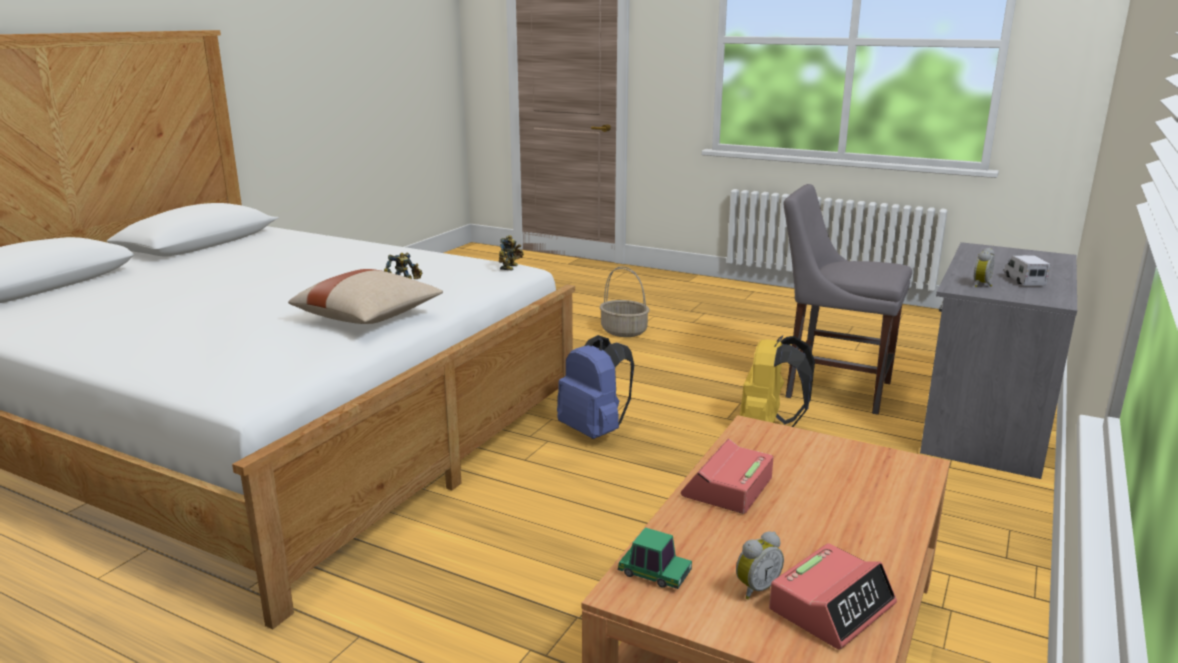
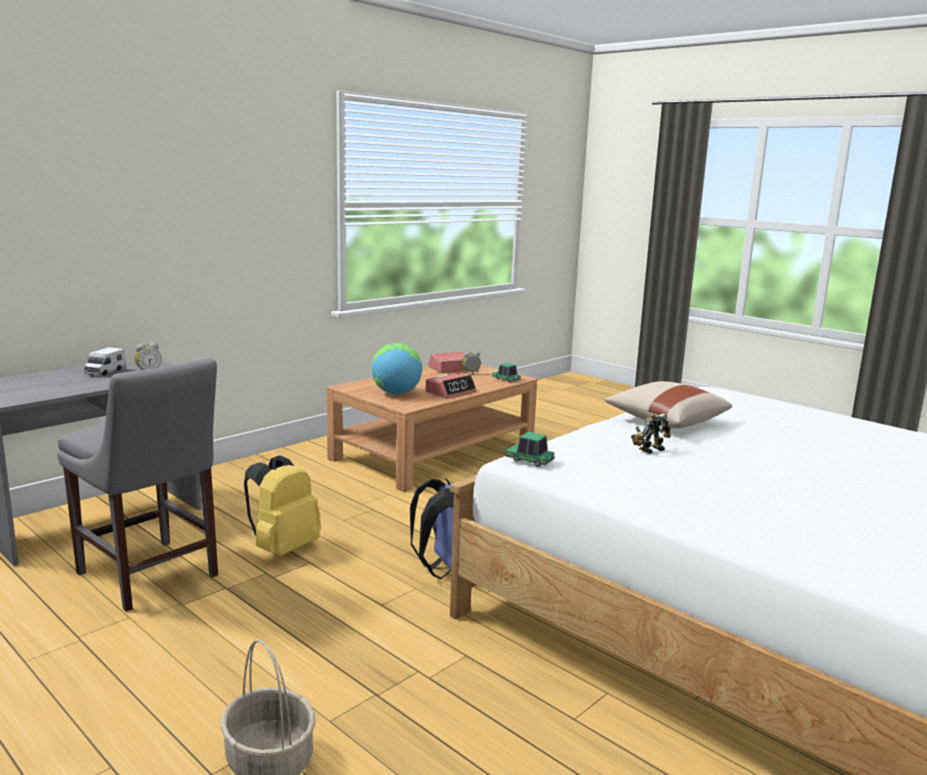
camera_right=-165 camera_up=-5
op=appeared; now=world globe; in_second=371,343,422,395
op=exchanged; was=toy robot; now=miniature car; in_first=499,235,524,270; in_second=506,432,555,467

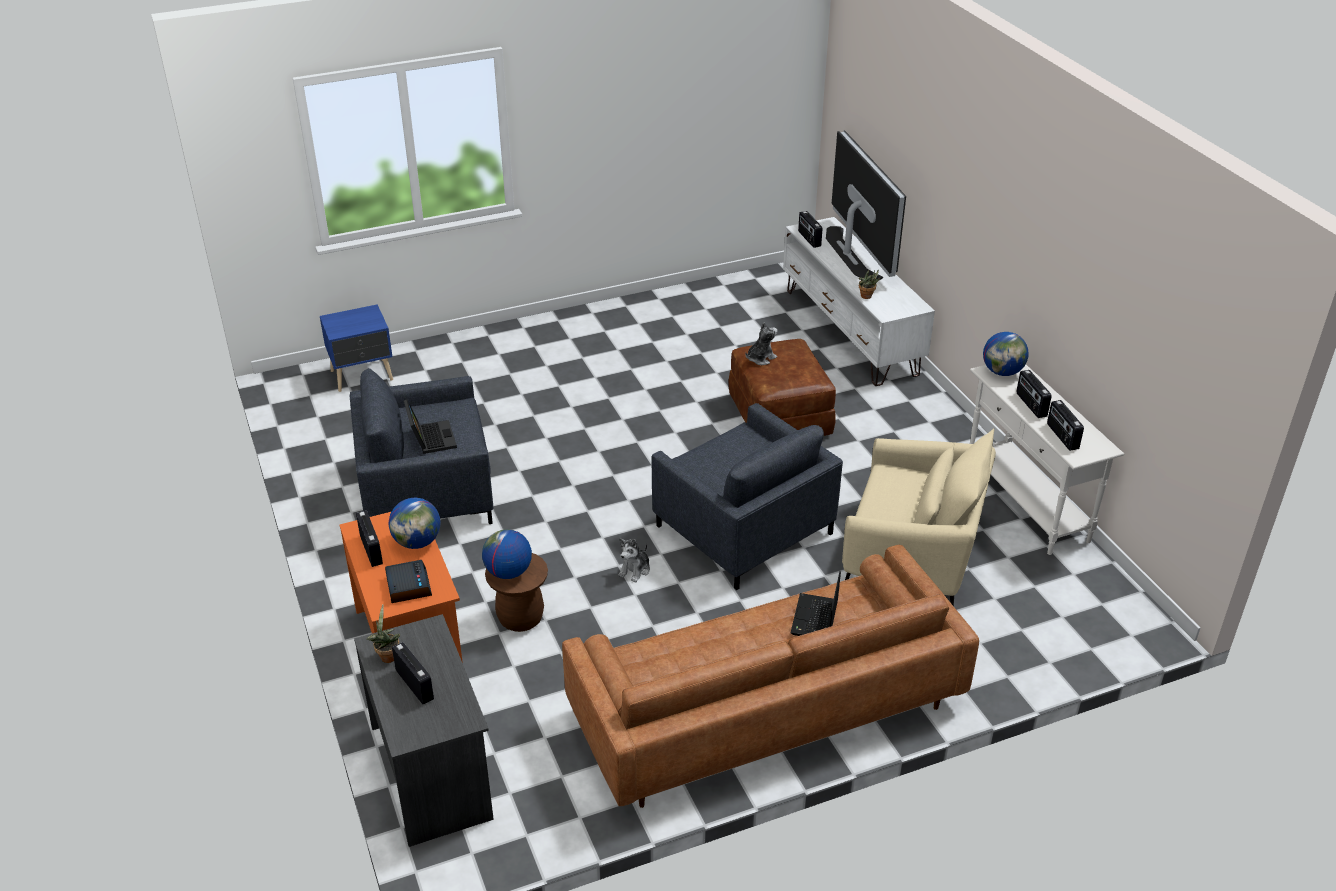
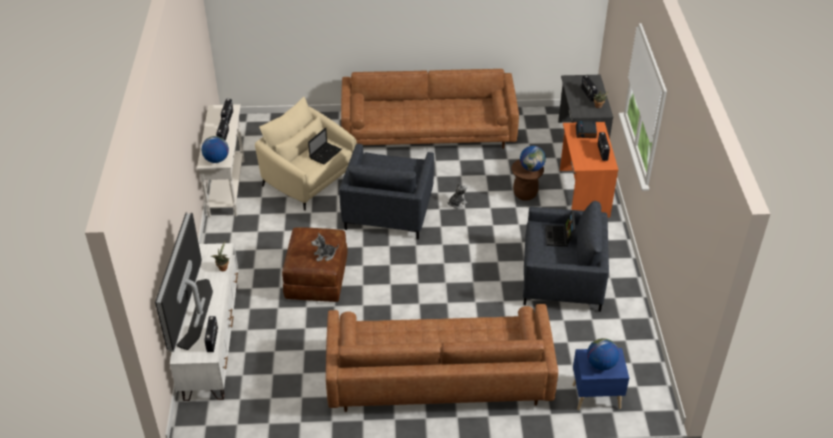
camera_right=-160 camera_up=5
op=relocated; was=portable computer; in_first=791,571,841,636; in_second=308,127,342,165
op=appeared; now=brown settee; in_second=326,304,558,412
op=spun; was=grey easy chair; in_first=652,403,843,590; in_second=339,144,434,239; clockwise=-150
op=relocated; was=world globe; in_first=388,498,441,549; in_second=587,338,619,370

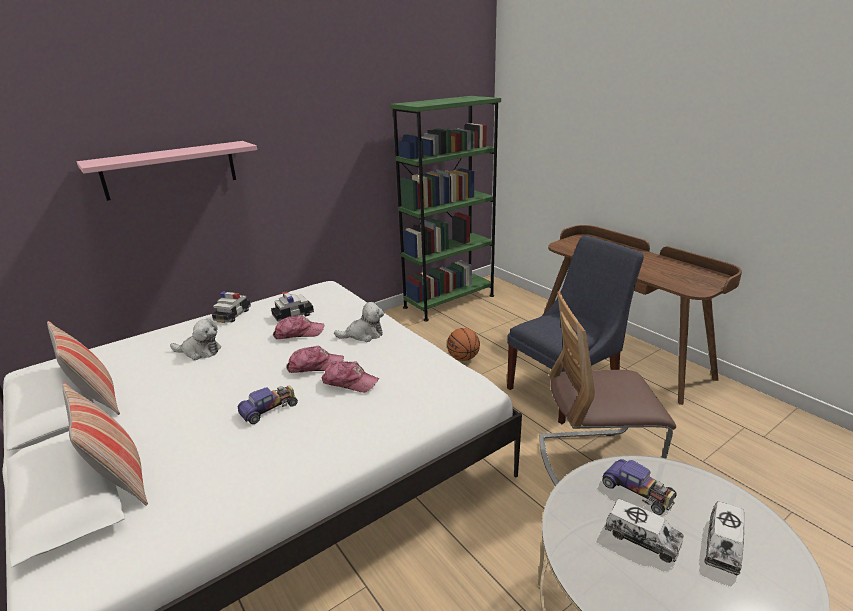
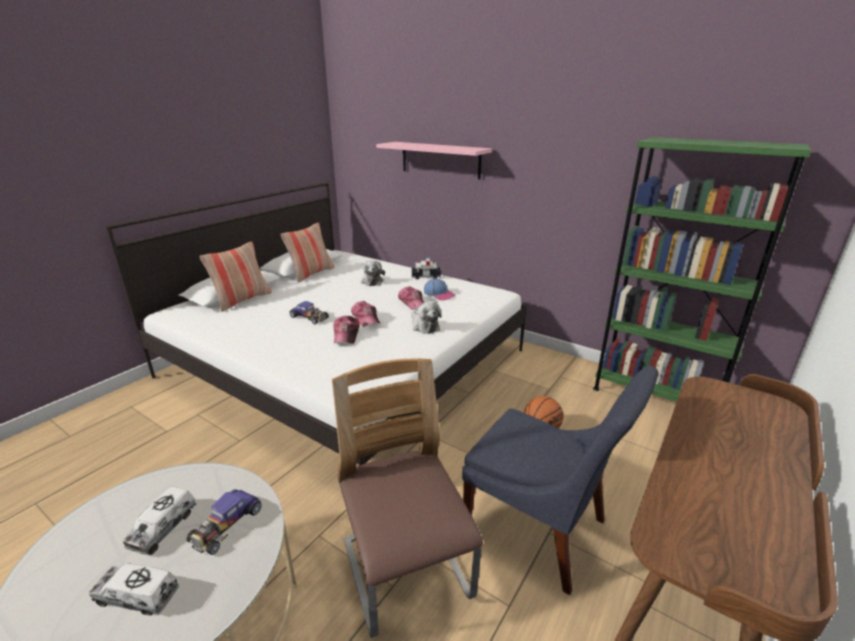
camera_right=70 camera_up=0
op=exchanged; was=miniature car; now=cap; in_first=271,291,314,322; in_second=424,278,456,300

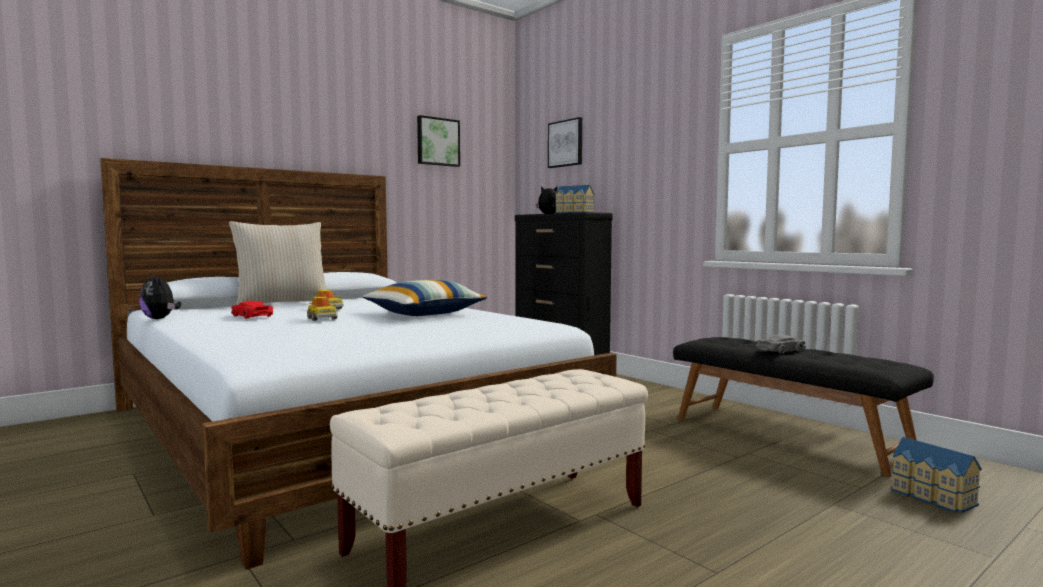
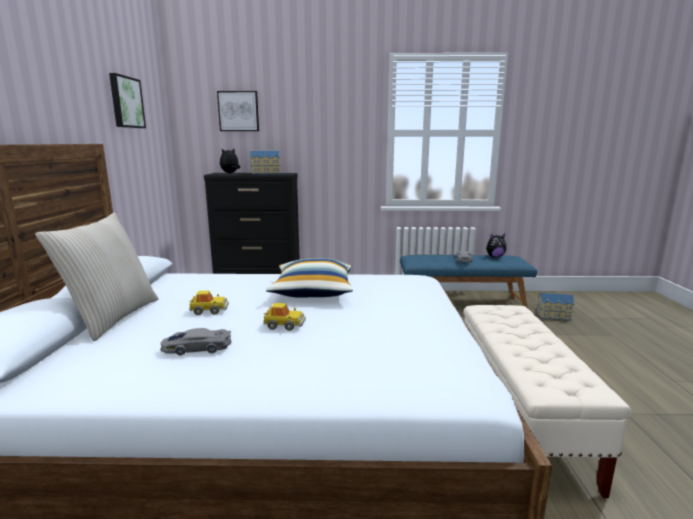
camera_right=-50 camera_up=10
op=colour; was=red-coloured miniature car; now=grey miniature car; in_first=231,301,273,319; in_second=160,328,232,355
op=colour; was=black bench; now=bluish bench; in_first=673,337,934,477; in_second=400,255,537,308
op=relocated; was=soft toy; in_first=139,273,181,319; in_second=486,234,506,258

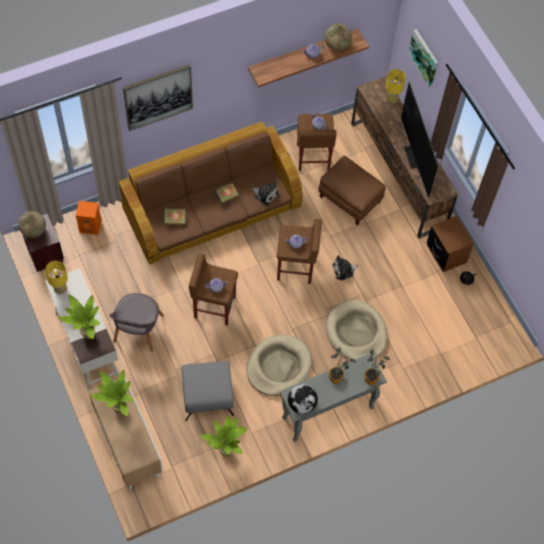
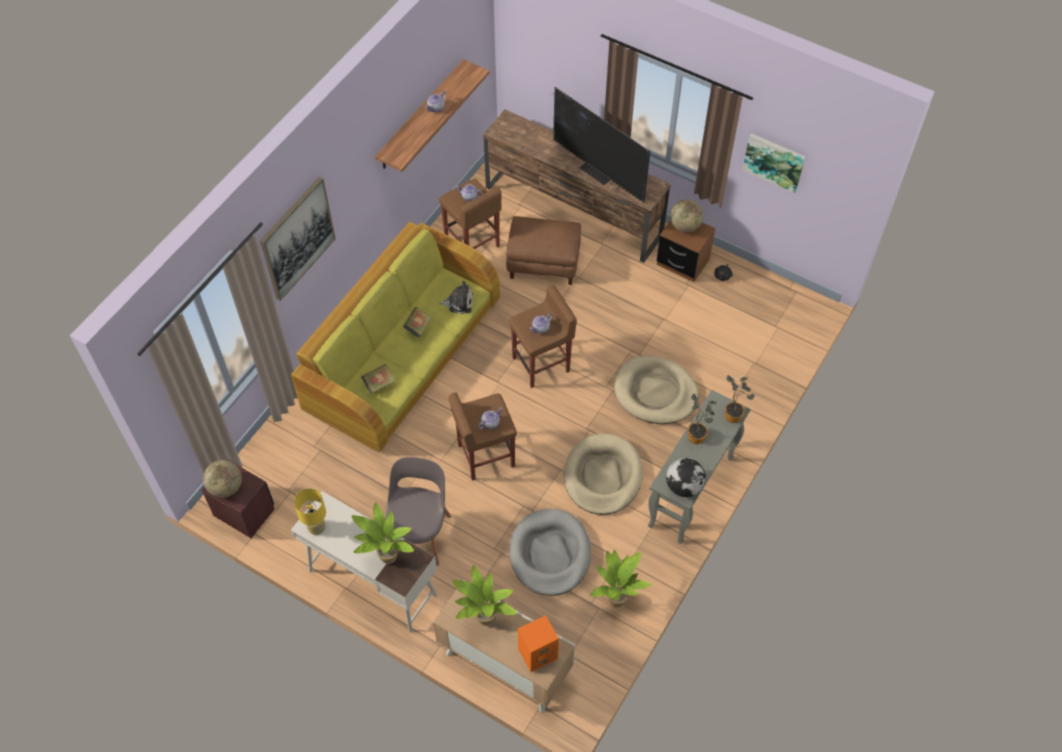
camera_right=-30 camera_up=-5
op=colour; was=brown settee; now=green-coloured settee; in_first=119,122,303,265; in_second=291,222,500,453
op=spun; was=grey plain chair; in_first=109,293,164,351; in_second=385,457,451,566; clockwise=-150
op=exchanged; was=grey footrest; now=grey dog bed; in_first=182,361,234,421; in_second=509,509,591,596
op=relocated; was=orangey speaker; in_first=76,201,101,235; in_second=518,615,559,672
op=relocated; was=world globe; in_first=325,23,352,51; in_second=670,199,703,233
op=relocated; was=wall picture; in_first=408,29,438,87; in_second=742,133,805,193
op=missing; was=soft toy; in_first=332,255,358,280
op=missing; was=yellow lamp for a table; in_first=385,69,406,104

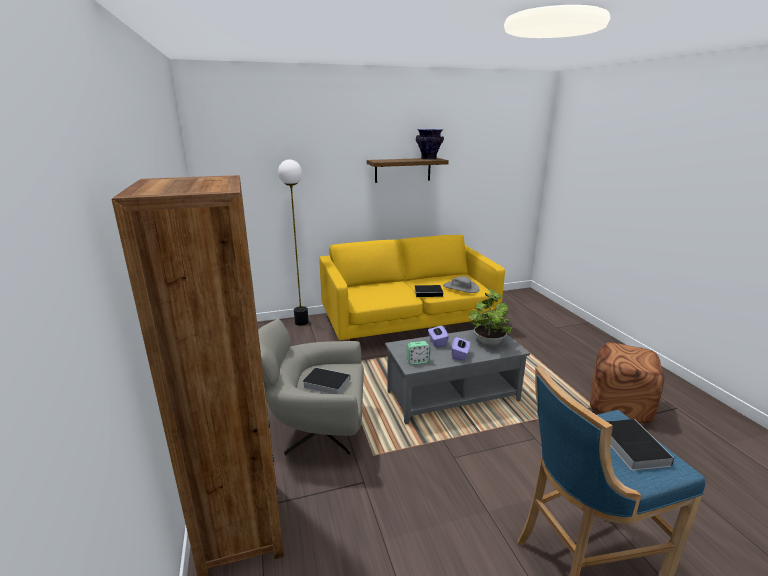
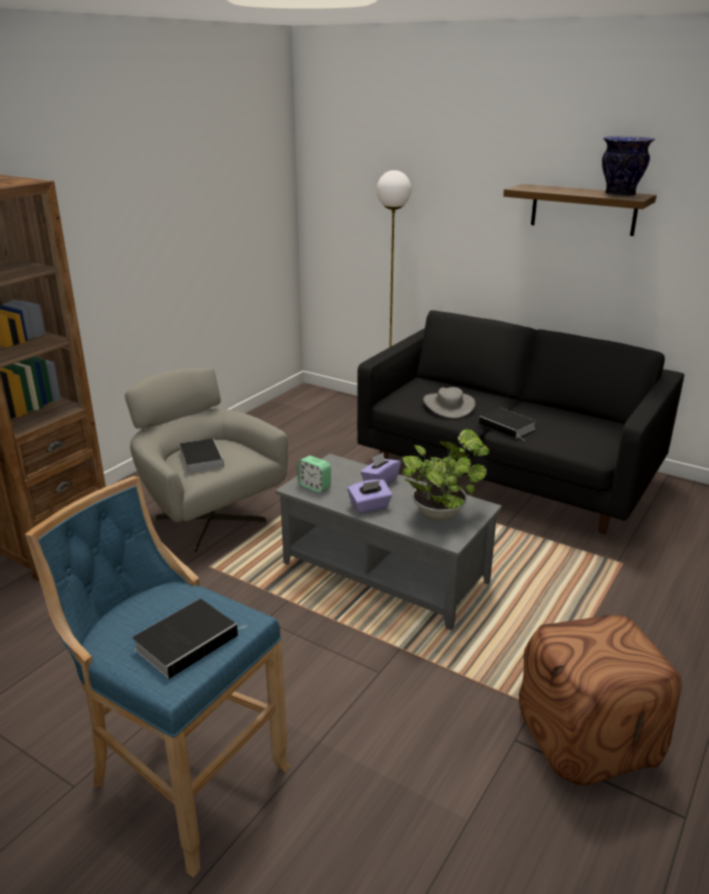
camera_right=50 camera_up=5
op=colour; was=yellow settee; now=black settee; in_first=319,235,505,341; in_second=357,310,684,534
op=relocated; was=grey clothing hat; in_first=443,276,479,293; in_second=423,387,475,419

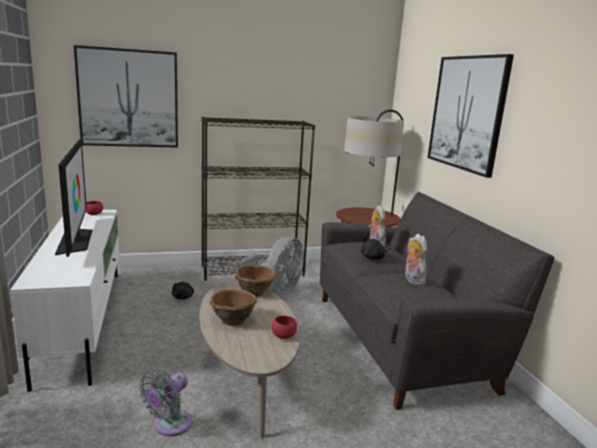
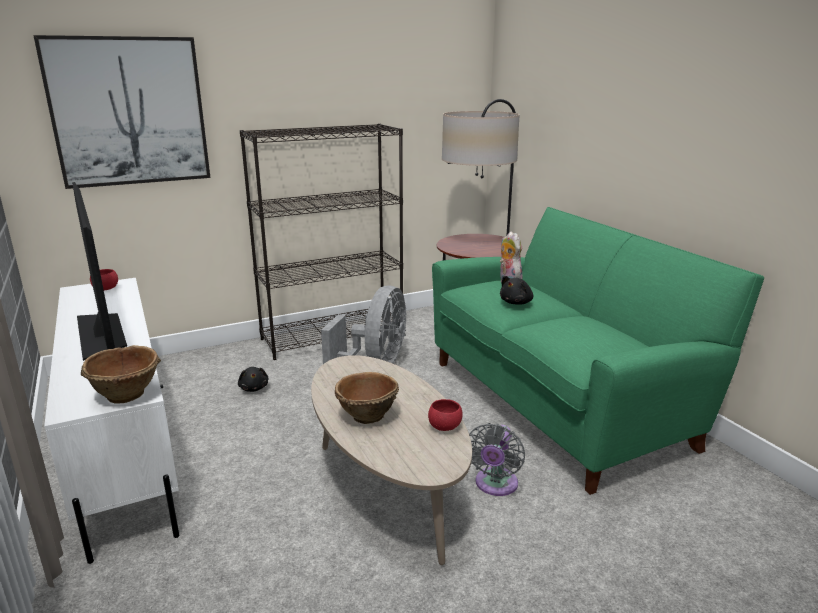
camera_right=-10 camera_up=5
op=relocated; was=brown deep dish; in_first=235,265,276,297; in_second=81,345,161,404
op=colour; was=grey settee; now=green-coloured settee; in_first=320,192,555,410; in_second=432,207,764,495
op=relocated; was=grey electric fan; in_first=139,369,193,436; in_second=469,423,525,496
op=missing; was=soft toy; in_first=405,234,427,285
op=missing; was=wall picture; in_first=428,54,514,178

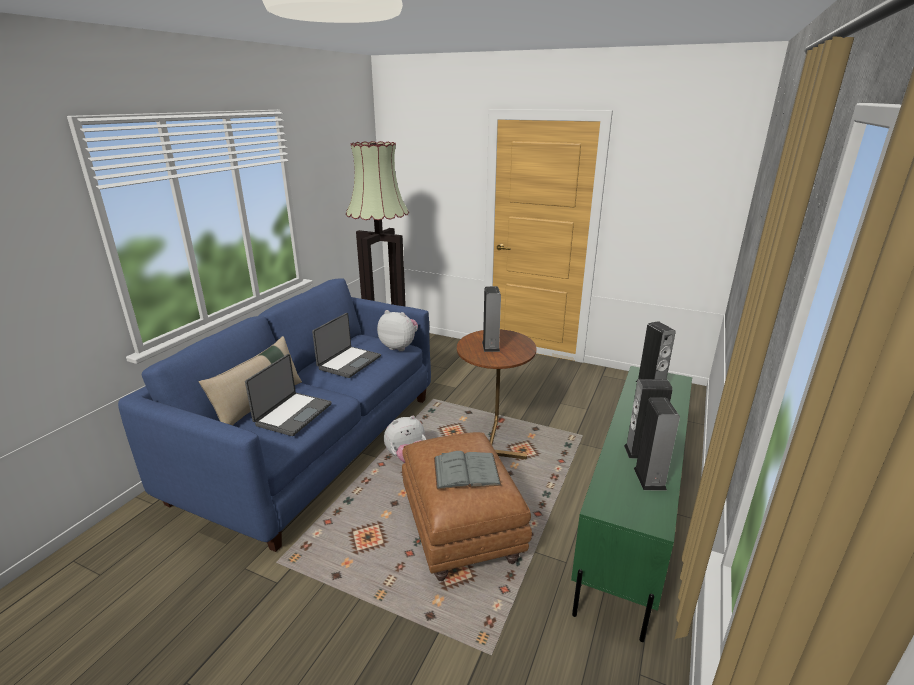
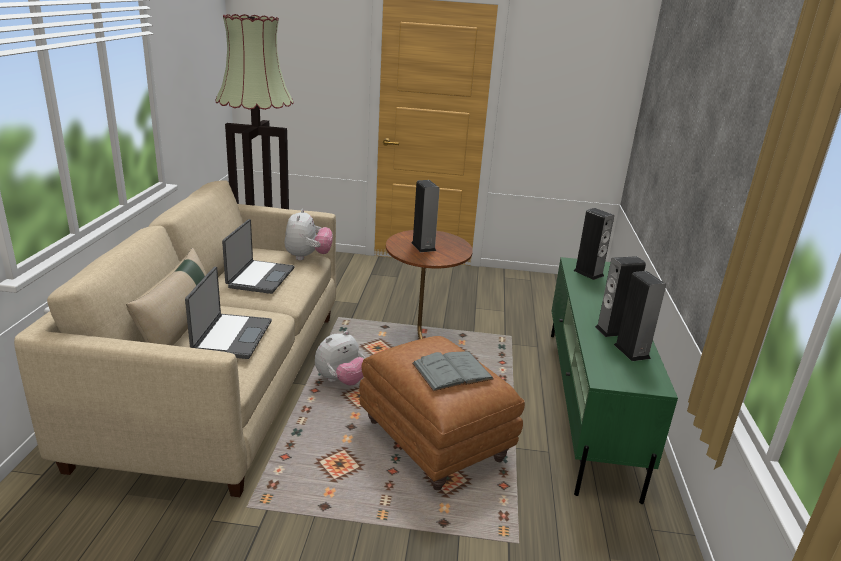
camera_right=-20 camera_up=0
op=colour; was=bluish settee; now=beige-coloured settee; in_first=118,278,431,552; in_second=14,180,336,497
op=spun; was=soft toy; in_first=377,310,418,351; in_second=284,209,333,260; clockwise=90

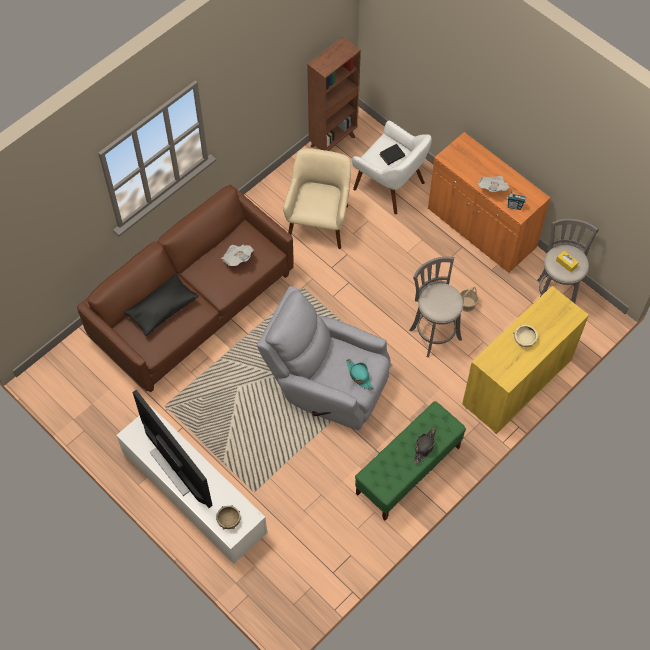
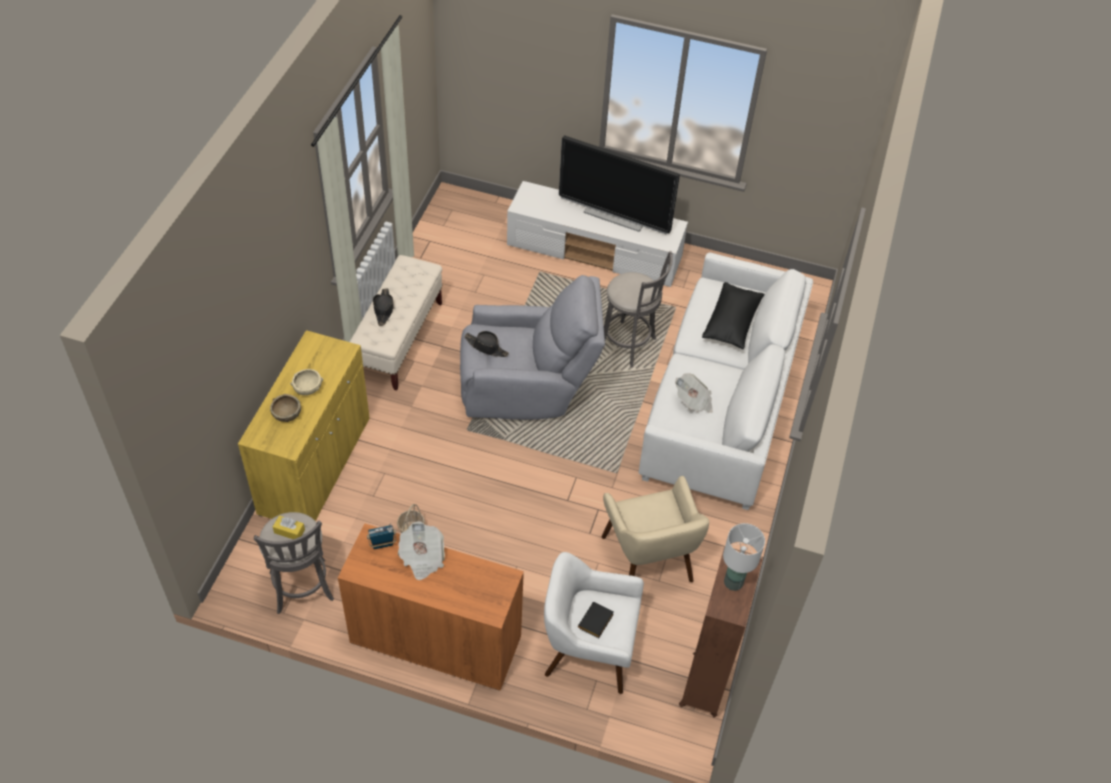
camera_right=150 camera_up=-10
op=relocated; was=brown deep dish; in_first=216,505,241,530; in_second=270,394,301,422
op=colour; was=green-coloured bench; now=beige-coloured bench; in_first=355,401,466,521; in_second=350,255,442,391
op=colour; was=turquoise-coloured clothing hat; now=black clothing hat; in_first=346,359,373,390; in_second=464,331,509,357
op=relocated; was=grey stool; in_first=409,257,464,358; in_second=604,251,673,367
op=colour; was=brown settee; now=white-coloured settee; in_first=77,185,294,393; in_second=639,253,813,510
op=appeared; now=white-coloured lamp for a table; in_second=723,523,765,591

